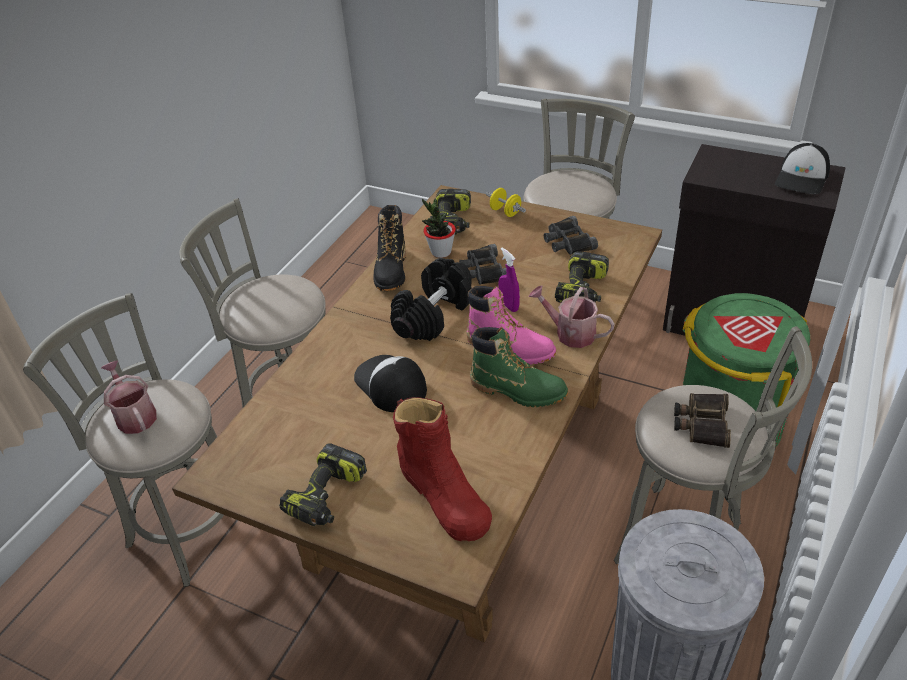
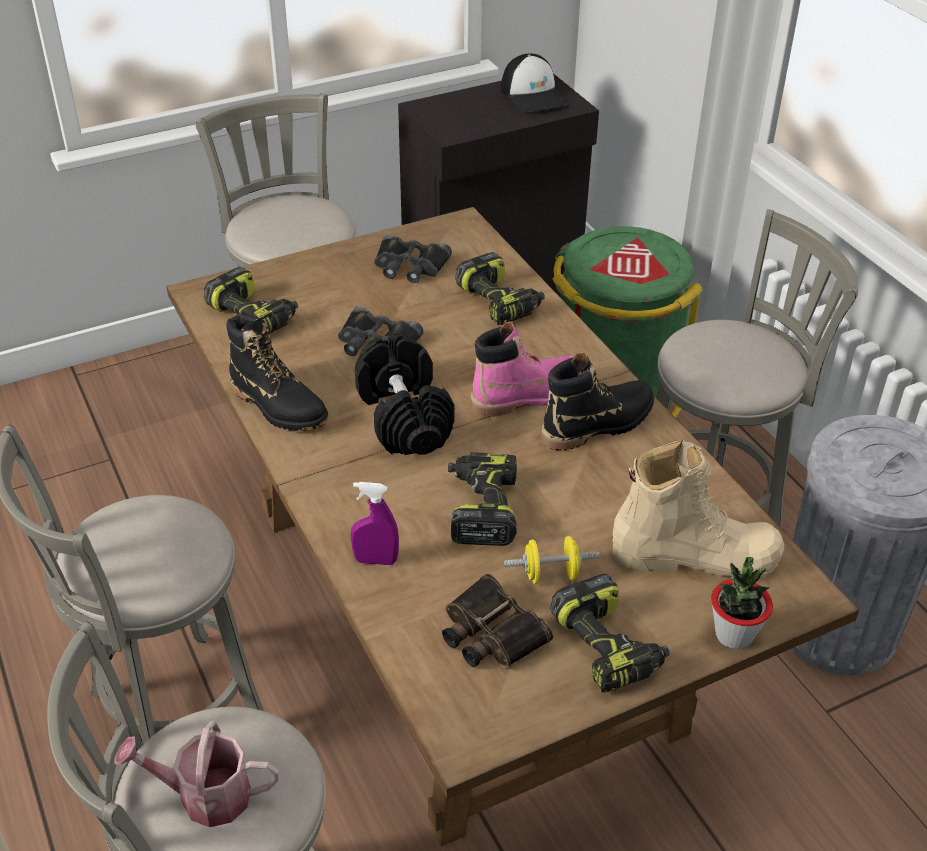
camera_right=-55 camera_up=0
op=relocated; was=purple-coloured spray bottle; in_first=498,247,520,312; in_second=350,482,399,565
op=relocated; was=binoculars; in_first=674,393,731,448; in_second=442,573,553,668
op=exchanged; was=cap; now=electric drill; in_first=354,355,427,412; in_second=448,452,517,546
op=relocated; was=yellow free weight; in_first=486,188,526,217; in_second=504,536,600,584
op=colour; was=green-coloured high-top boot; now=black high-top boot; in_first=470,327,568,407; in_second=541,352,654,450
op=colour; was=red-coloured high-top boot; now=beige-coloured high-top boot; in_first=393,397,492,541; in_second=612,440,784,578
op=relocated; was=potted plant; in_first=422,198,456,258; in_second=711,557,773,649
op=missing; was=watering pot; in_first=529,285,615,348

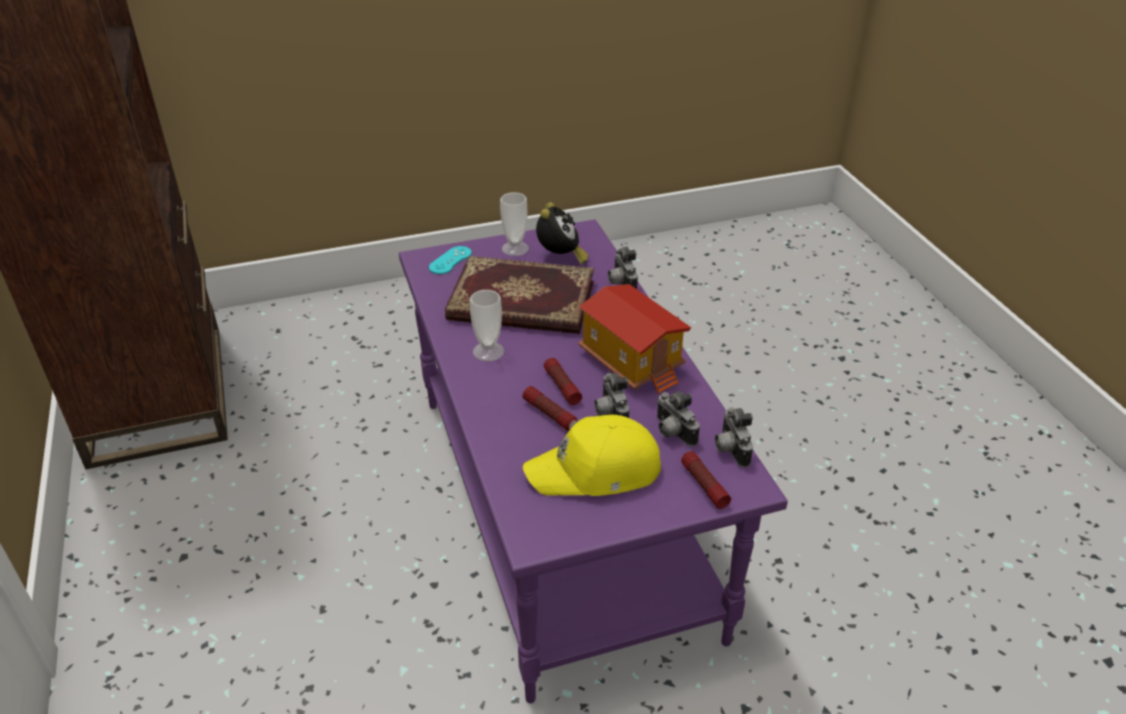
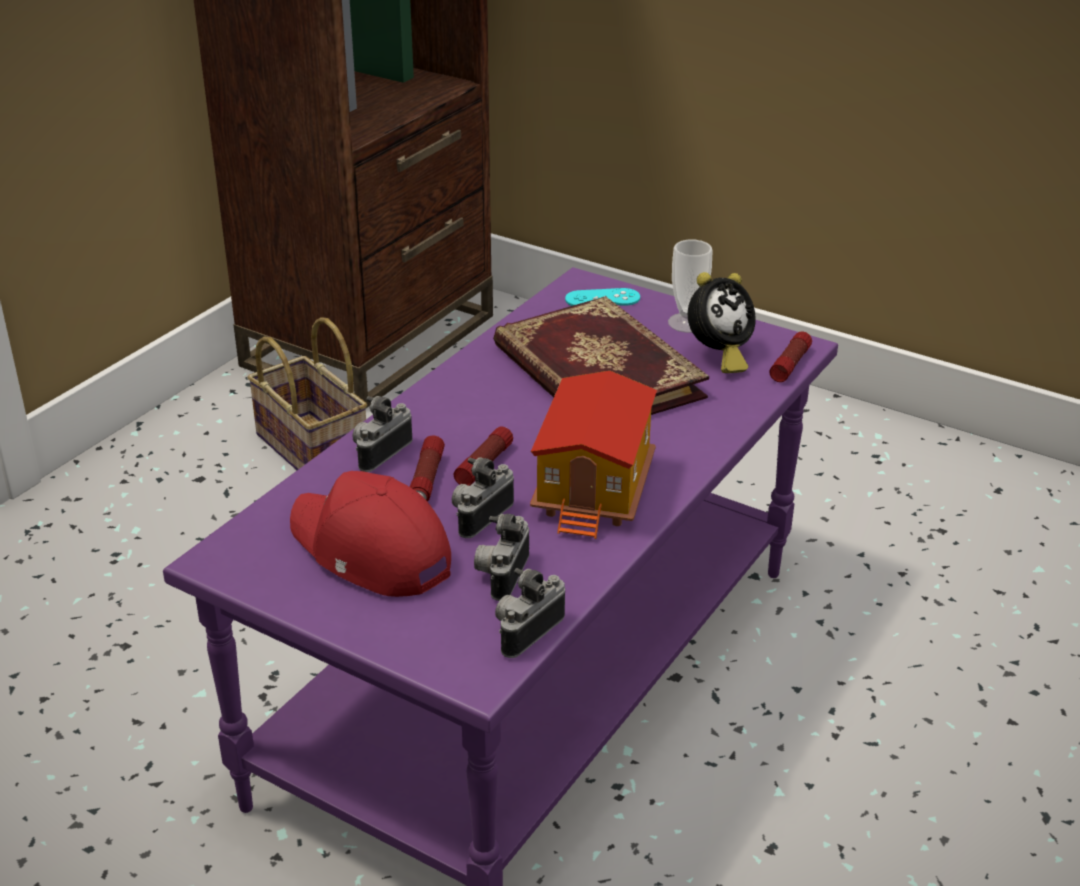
camera_right=50 camera_up=-5
op=appeared; now=basket; in_second=247,317,367,470
op=colour; was=yellow cap; now=red-coloured cap; in_first=523,415,661,496; in_second=290,471,451,597
op=relocated; was=still camera; in_first=608,247,638,289; in_second=353,396,413,472
op=relocated; was=torch; in_first=681,451,731,509; in_second=770,331,812,382
op=missing; was=drinking cup; in_first=470,290,504,361

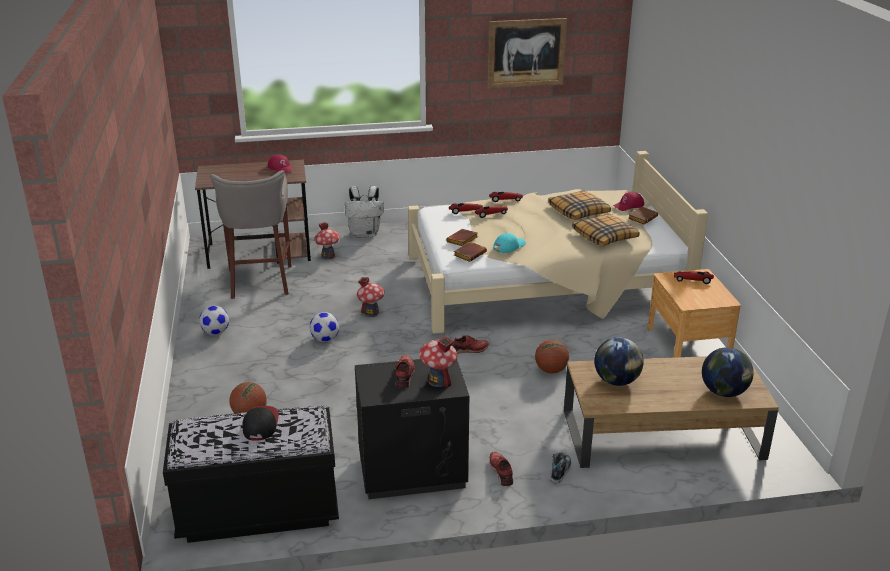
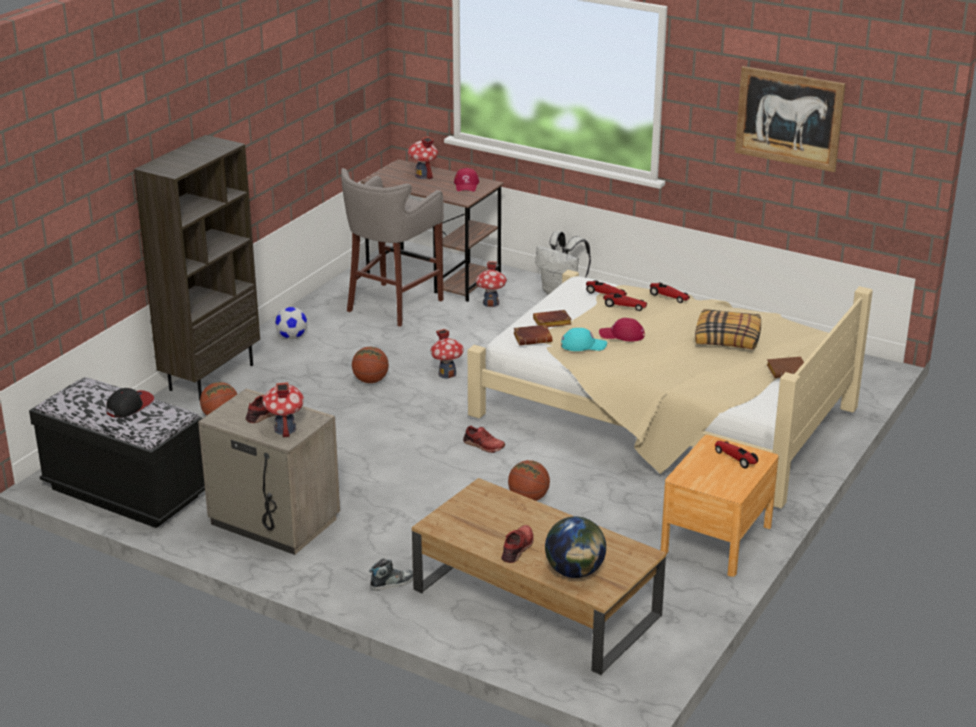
camera_right=40 camera_up=0
op=appeared; now=brown shelving unit; in_second=134,135,260,400
op=colour; was=black night table; now=beige-coloured night table; in_first=355,359,469,500; in_second=198,388,340,555
op=exchanged; was=ball for football; now=basketball ball; in_first=310,312,339,342; in_second=352,347,389,383
op=appeared; now=toy house; in_second=408,136,438,179
op=relocated; was=red-coloured item of footwear; in_first=490,451,513,486; in_second=501,525,534,563
op=relocated; was=red-coloured cap; in_first=613,192,644,211; in_second=599,318,645,342
op=missing; was=pillow; in_first=572,213,639,246
op=missing; was=world globe; in_first=594,337,644,386

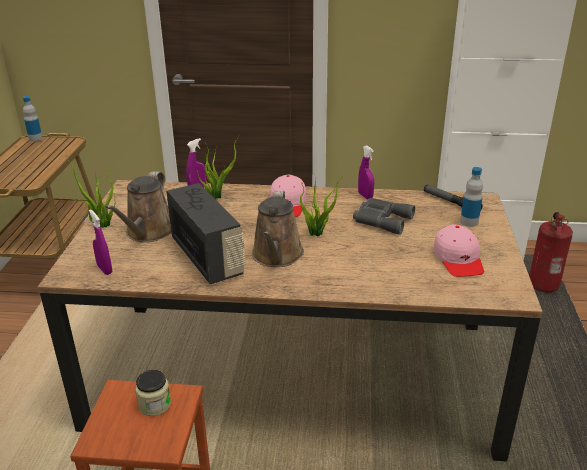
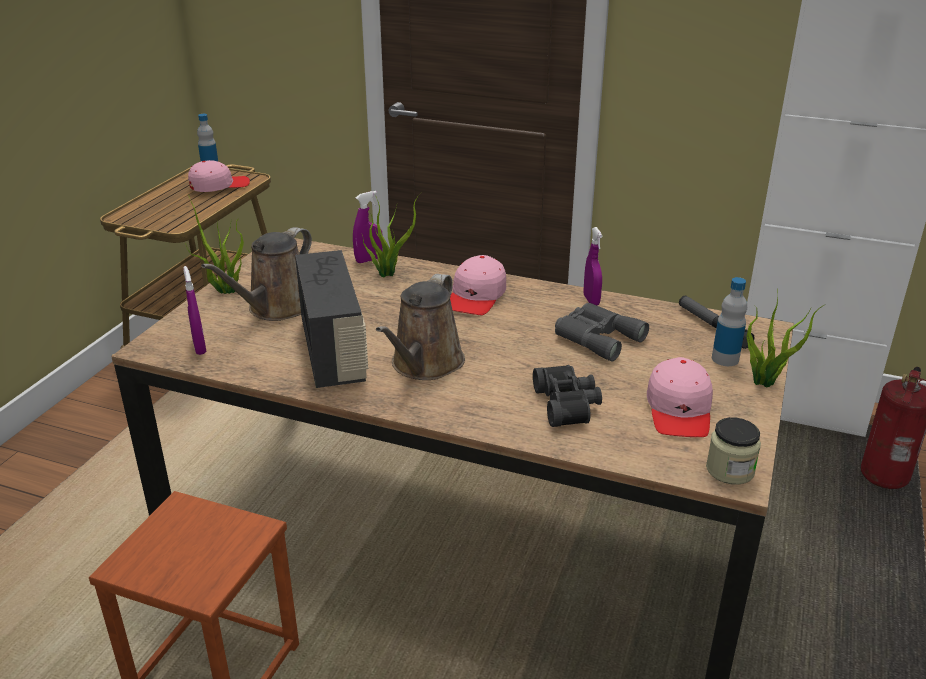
camera_right=15 camera_up=0
op=appeared; now=pinkish cap; in_second=188,160,250,192
op=appeared; now=black binoculars; in_second=533,365,602,427
op=relocated; was=preserve jar; in_first=135,370,171,416; in_second=706,417,761,485
op=relocated; was=potted plant; in_first=300,171,340,236; in_second=746,292,824,388

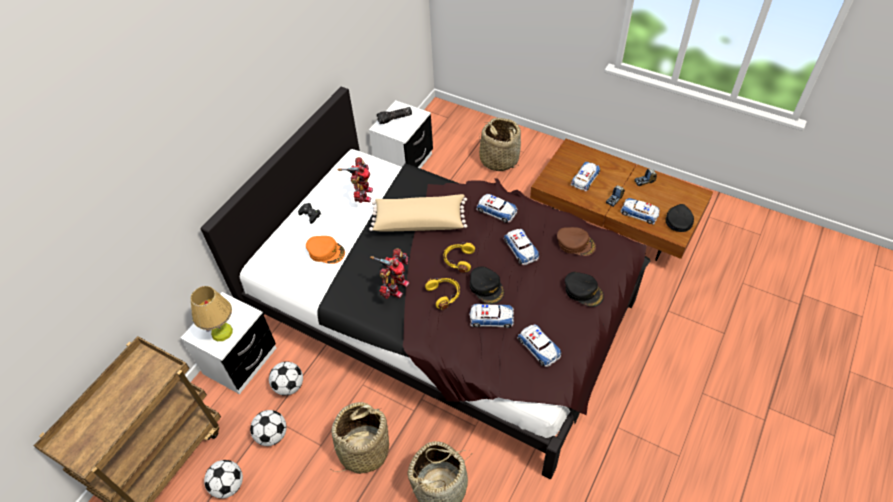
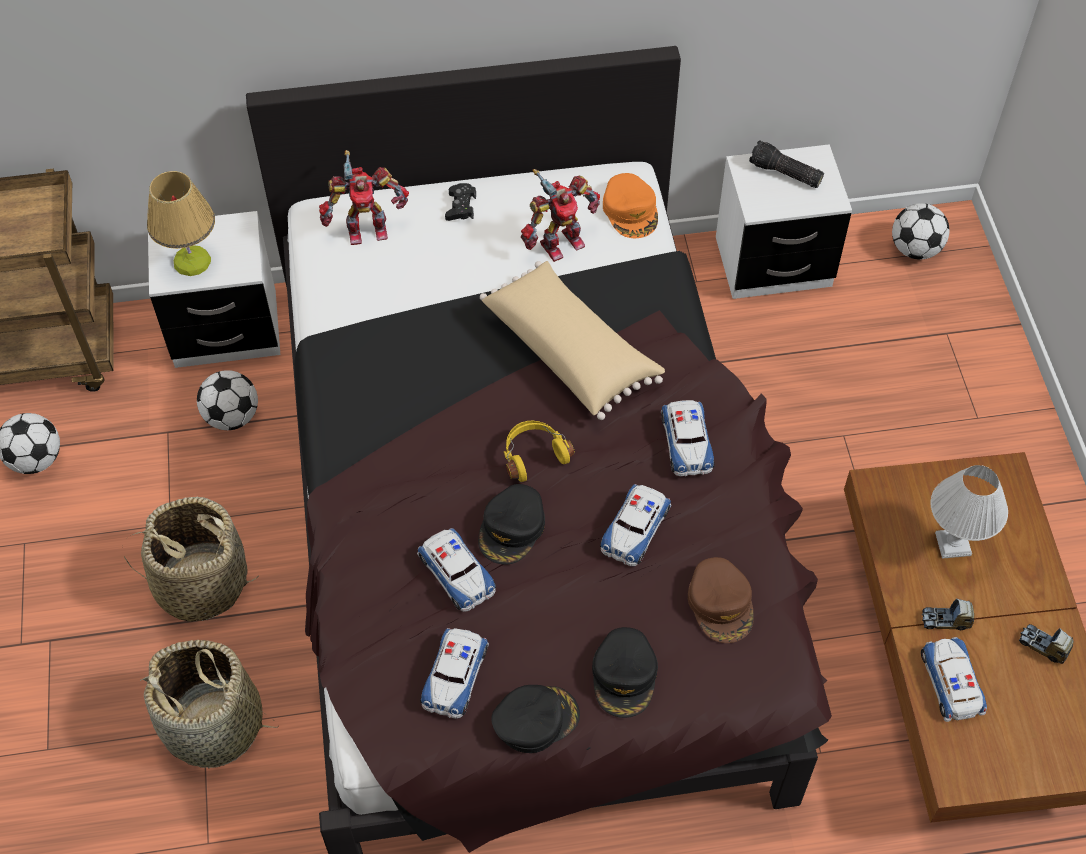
camera_right=50 camera_up=5
op=relocated; was=toy robot; in_first=370,248,409,299; in_second=319,150,409,245
op=relocated; was=black cap; in_first=665,204,694,232; in_second=491,685,580,753
op=relocated; was=orangey cap; in_first=306,236,345,264; in_second=603,173,658,238
op=relocated; was=ball for football; in_first=250,410,287,446; in_second=892,203,949,260
op=exchanged; was=miniature car; now=white-coloured lamp for a table; in_first=571,162,600,191; in_second=931,465,1008,559
op=missing; was=yellow pair of headphones; in_first=425,278,460,310
op=missing; was=basket; in_first=479,118,521,171

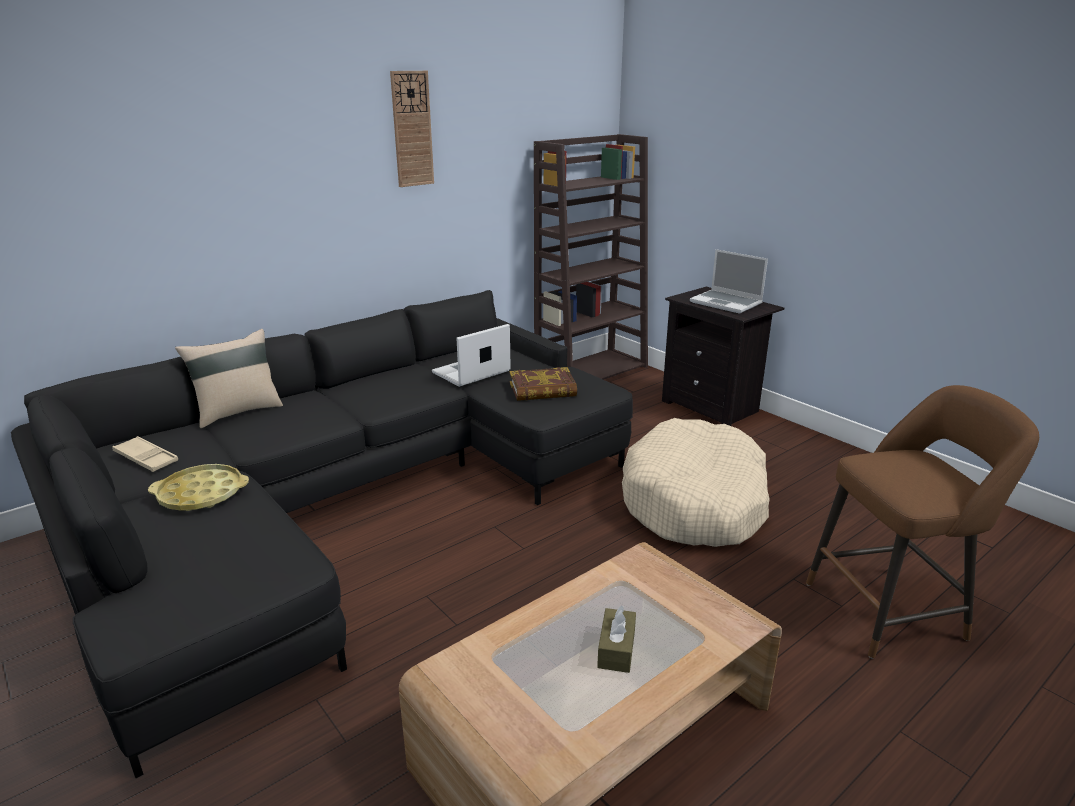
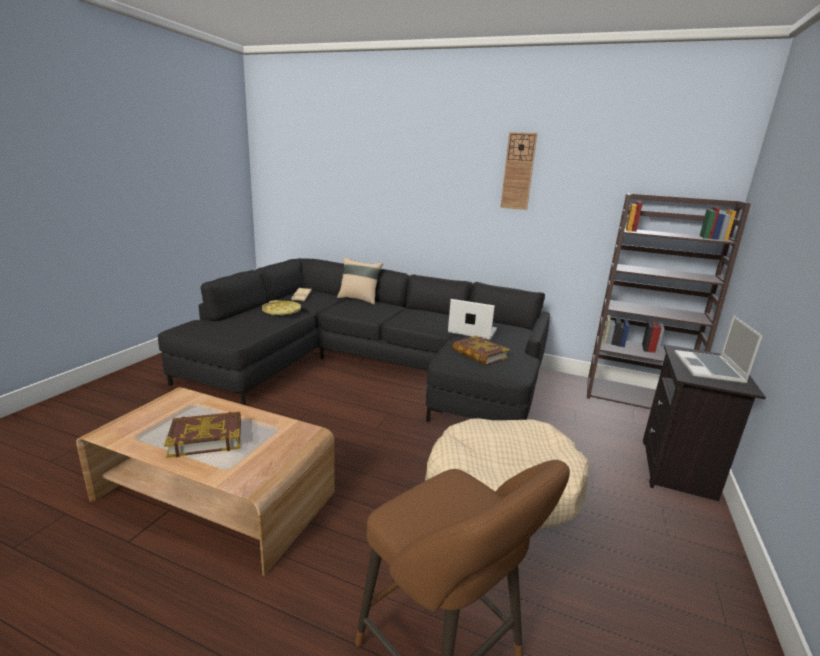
camera_right=60 camera_up=-5
op=exchanged; was=brown box of tissues; now=book; in_first=597,606,636,673; in_second=164,412,241,458

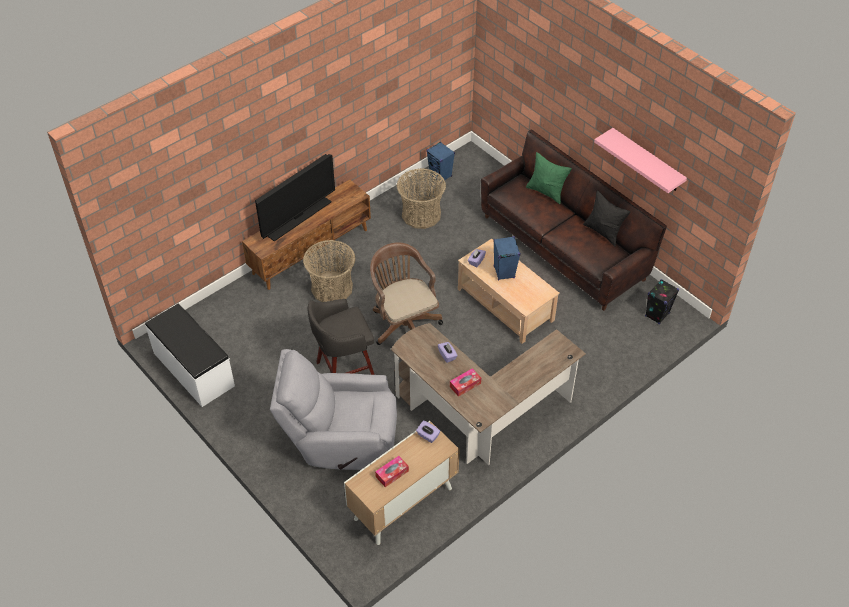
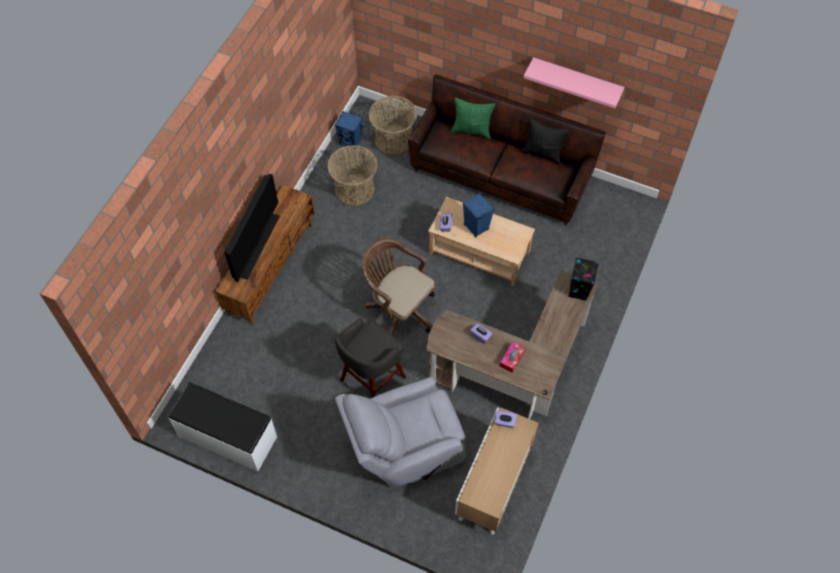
camera_right=-25 camera_up=10
op=relocated; was=basket; in_first=303,240,355,302; in_second=369,96,417,155
op=relocated; was=black speaker; in_first=645,279,679,324; in_second=568,257,599,301
op=missing; was=box of tissues; in_first=375,456,409,487

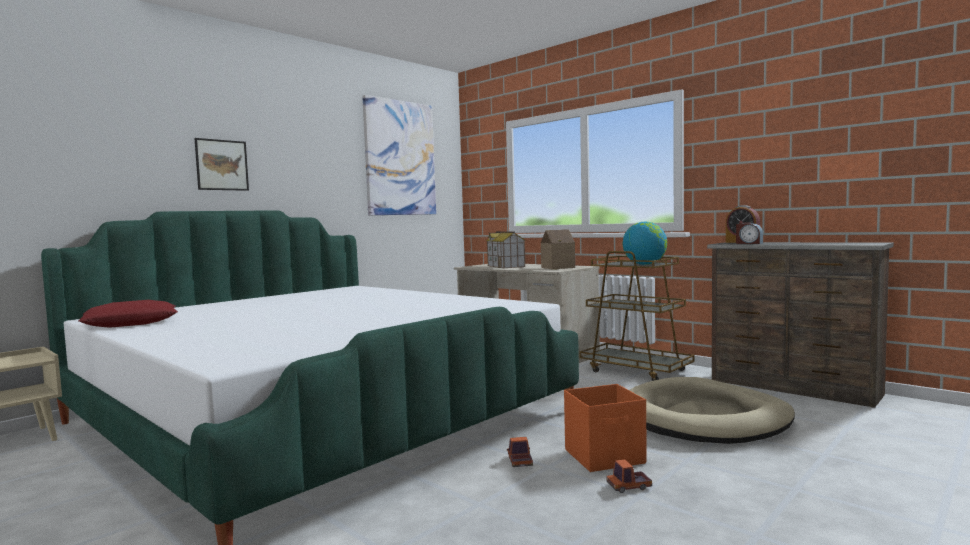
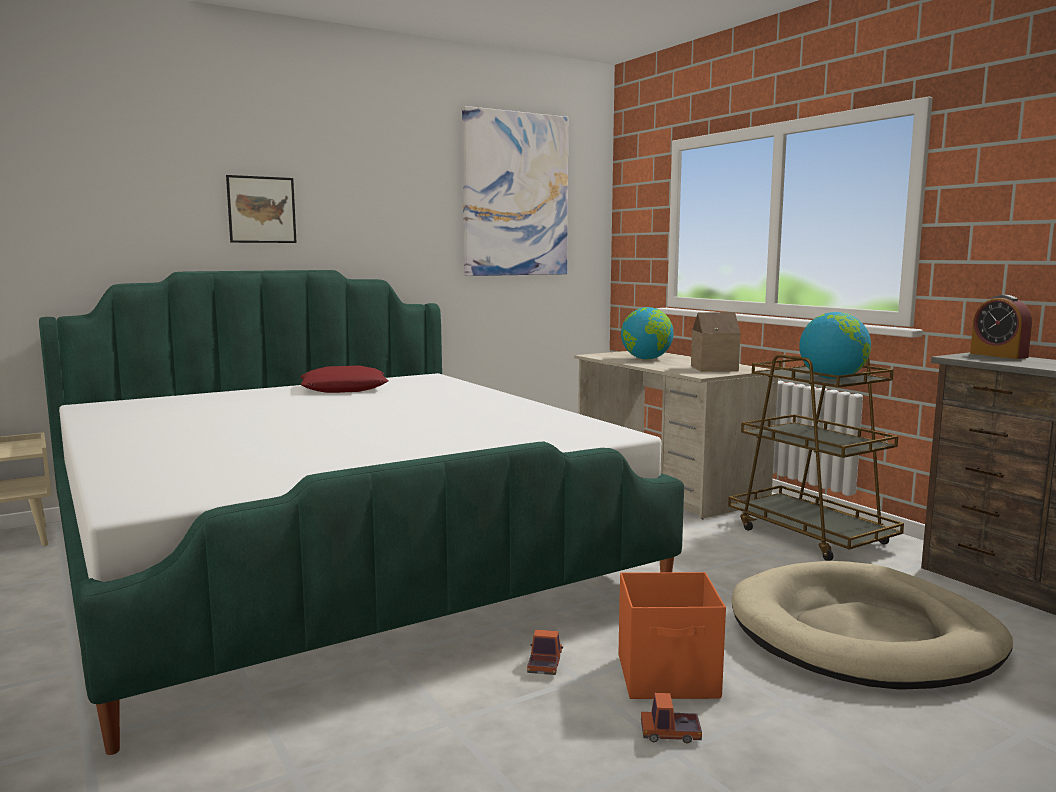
camera_right=15 camera_up=5
op=relocated; was=red-coloured pillow; in_first=78,300,178,328; in_second=300,366,389,393
op=exchanged; was=toy house; now=world globe; in_first=486,231,526,268; in_second=621,307,674,359
op=missing; was=bedside clock; in_first=736,222,763,244

